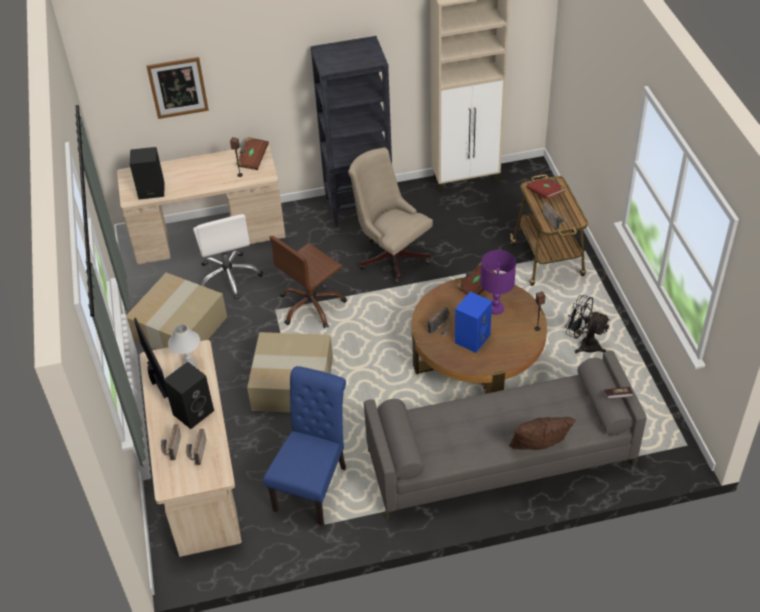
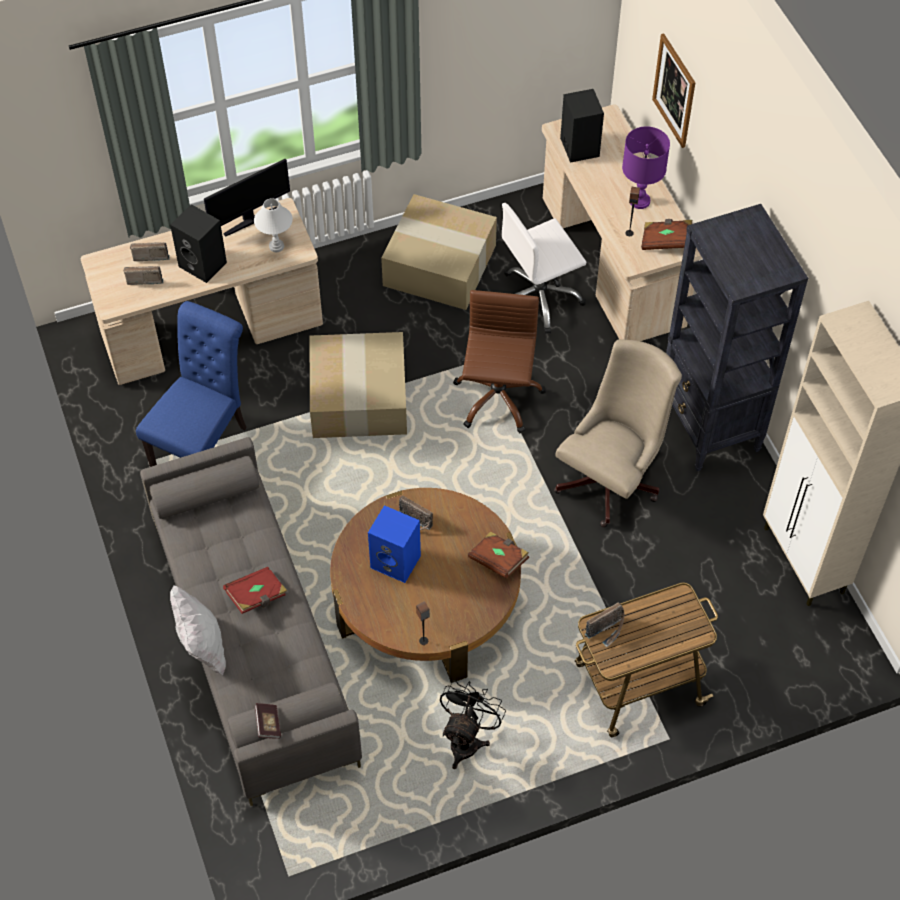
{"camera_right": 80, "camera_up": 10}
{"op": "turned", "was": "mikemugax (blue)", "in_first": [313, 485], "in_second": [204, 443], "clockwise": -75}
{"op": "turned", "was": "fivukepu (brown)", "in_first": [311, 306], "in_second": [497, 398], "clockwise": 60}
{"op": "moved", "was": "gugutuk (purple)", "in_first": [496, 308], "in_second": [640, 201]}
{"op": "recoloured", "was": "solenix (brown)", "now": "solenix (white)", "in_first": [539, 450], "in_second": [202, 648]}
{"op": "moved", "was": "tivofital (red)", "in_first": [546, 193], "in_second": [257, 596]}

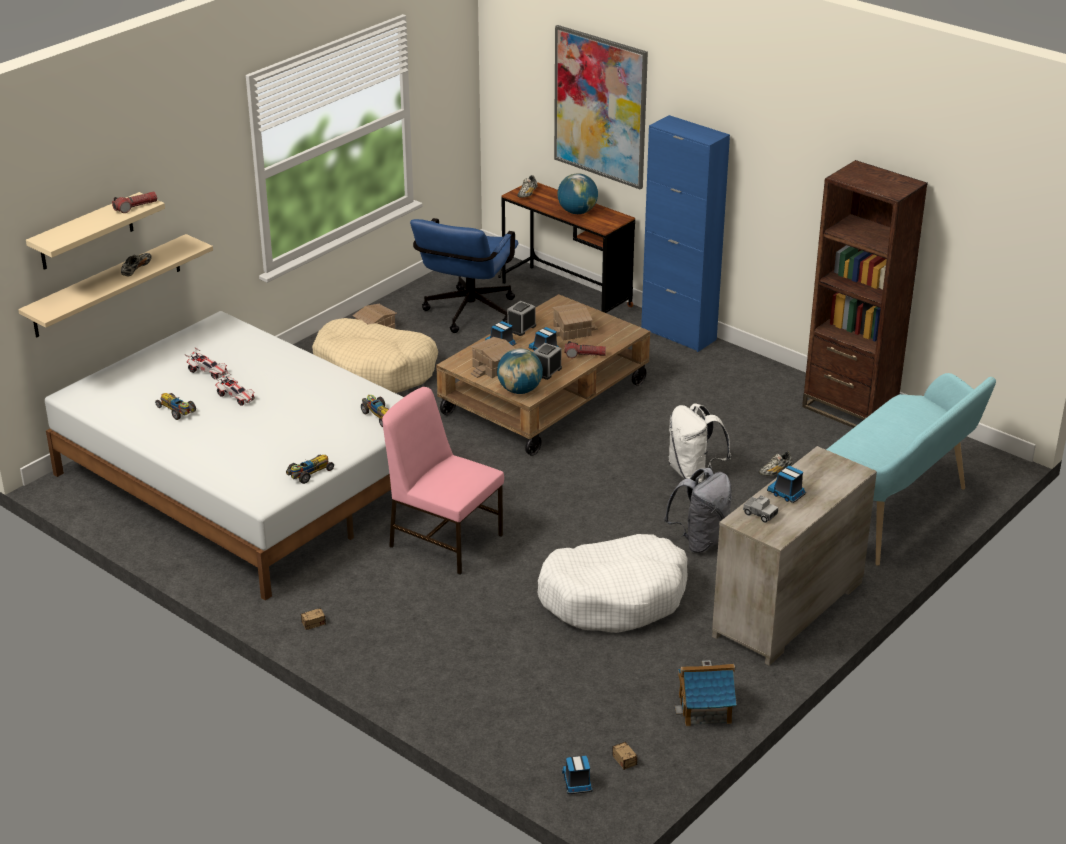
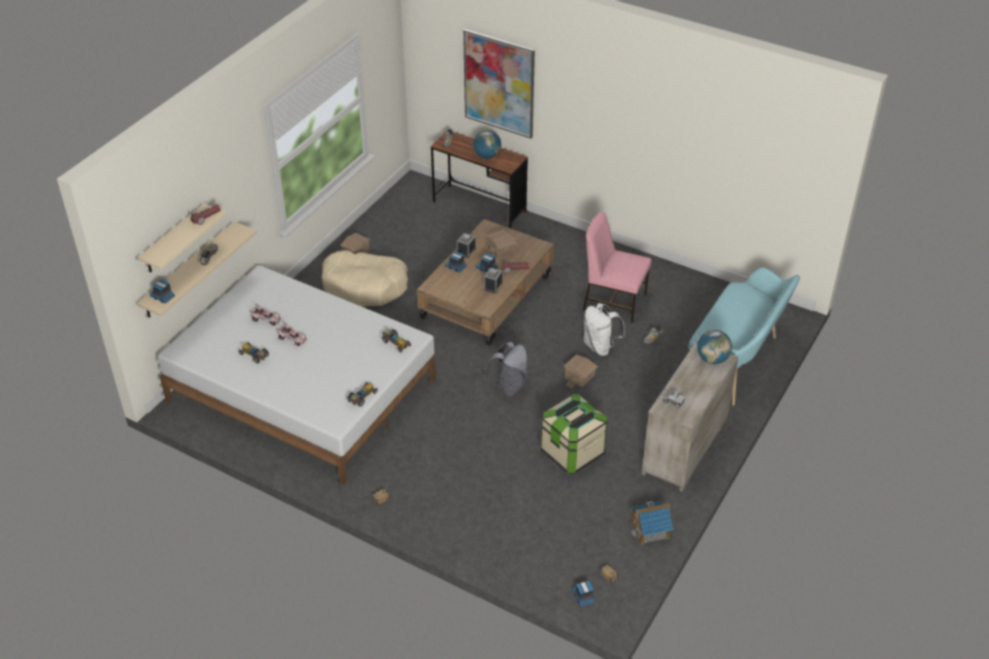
{"camera_right": -10, "camera_up": 10}
{"op": "moved", "was": "mikemugax (pink)", "in_first": [445, 539], "in_second": [613, 301]}
{"op": "removed", "was": "fivukepu (blue)", "in_first": [467, 315]}
{"op": "moved", "was": "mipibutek", "in_first": [493, 366], "in_second": [579, 376]}
{"op": "moved", "was": "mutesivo", "in_first": [520, 390], "in_second": [712, 359]}
{"op": "replaced", "was": "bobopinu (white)", "now": "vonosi", "in_first": [614, 597], "in_second": [572, 452]}
{"op": "removed", "was": "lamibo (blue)", "in_first": [678, 334]}
{"op": "moved", "was": "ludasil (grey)", "in_first": [700, 540], "in_second": [509, 386]}
{"op": "moved", "was": "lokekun", "in_first": [786, 494], "in_second": [163, 297]}
{"op": "removed", "was": "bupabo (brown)", "in_first": [849, 409]}

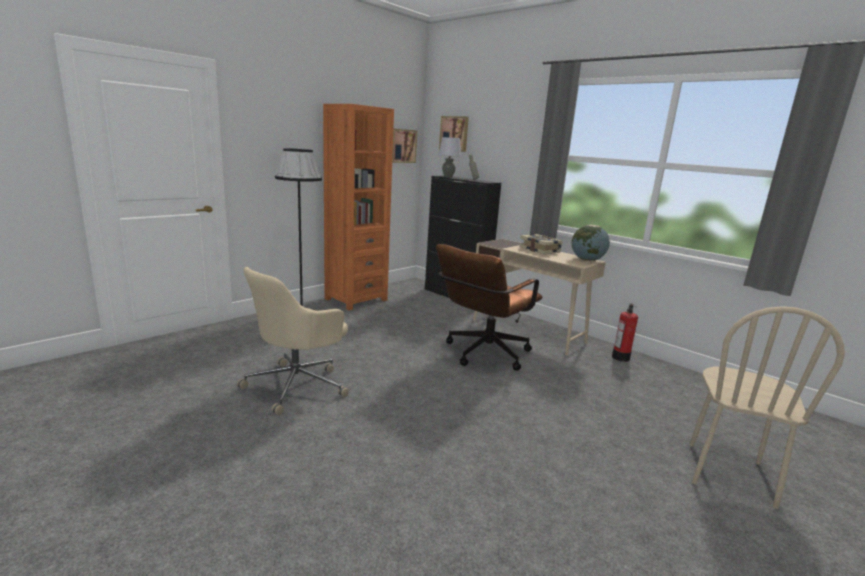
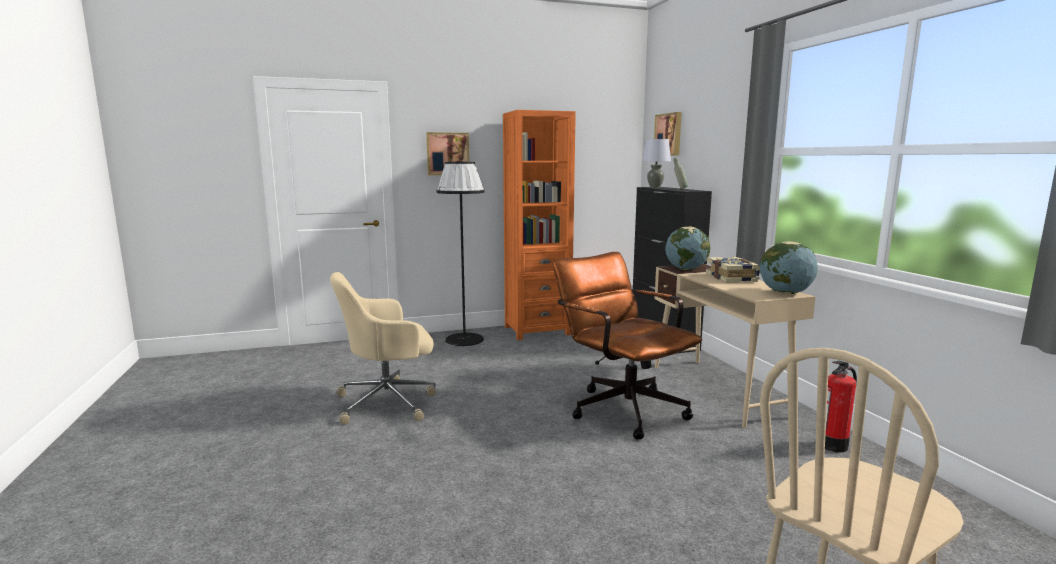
{"camera_right": 30, "camera_up": -5}
{"op": "moved", "was": "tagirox", "in_first": [402, 146], "in_second": [447, 154]}
{"op": "turned", "was": "fivukepu (brown)", "in_first": [482, 354], "in_second": [621, 407], "clockwise": 75}
{"op": "added", "now": "mutesivo", "in_second": [686, 269]}

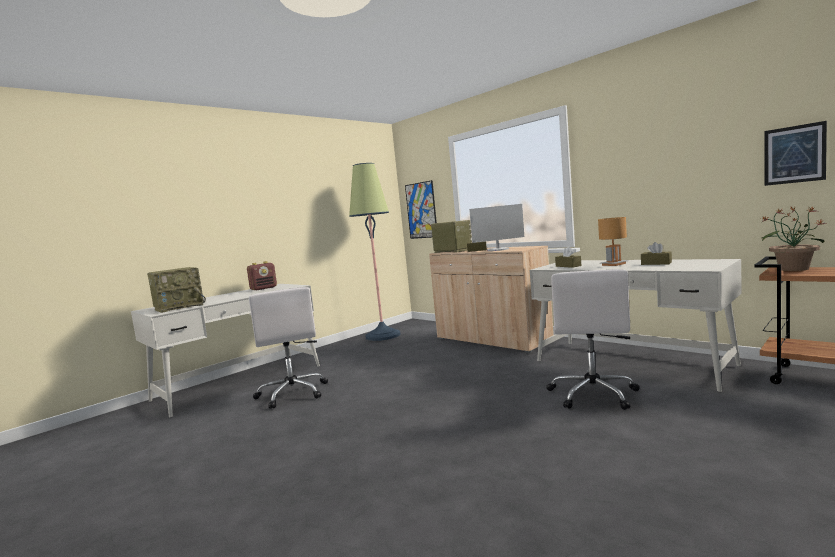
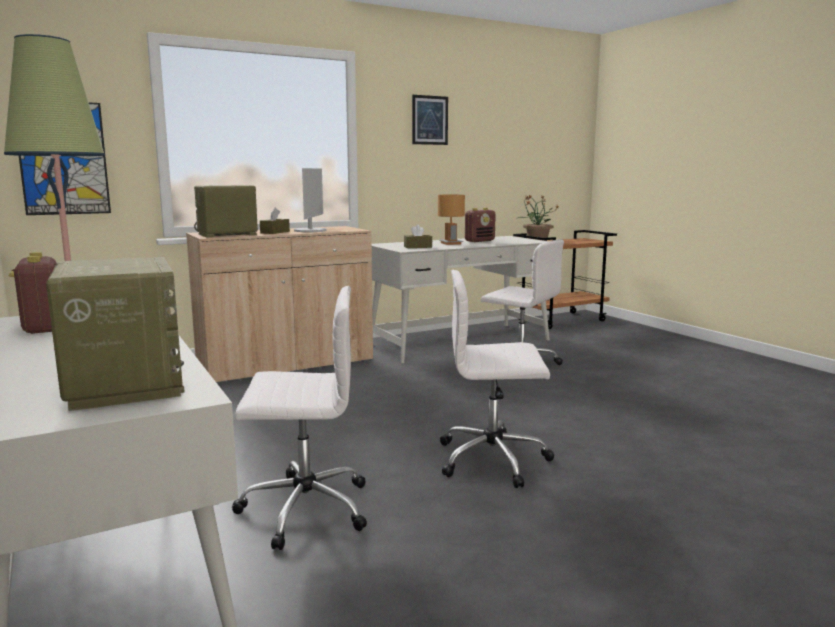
{"camera_right": -75, "camera_up": 5}
{"op": "replaced", "was": "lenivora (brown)", "now": "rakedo", "in_first": [656, 263], "in_second": [480, 241]}
{"op": "moved", "was": "tagirox", "in_first": [794, 154], "in_second": [430, 120]}
{"op": "added", "now": "fivukepu (white)", "in_second": [494, 459]}

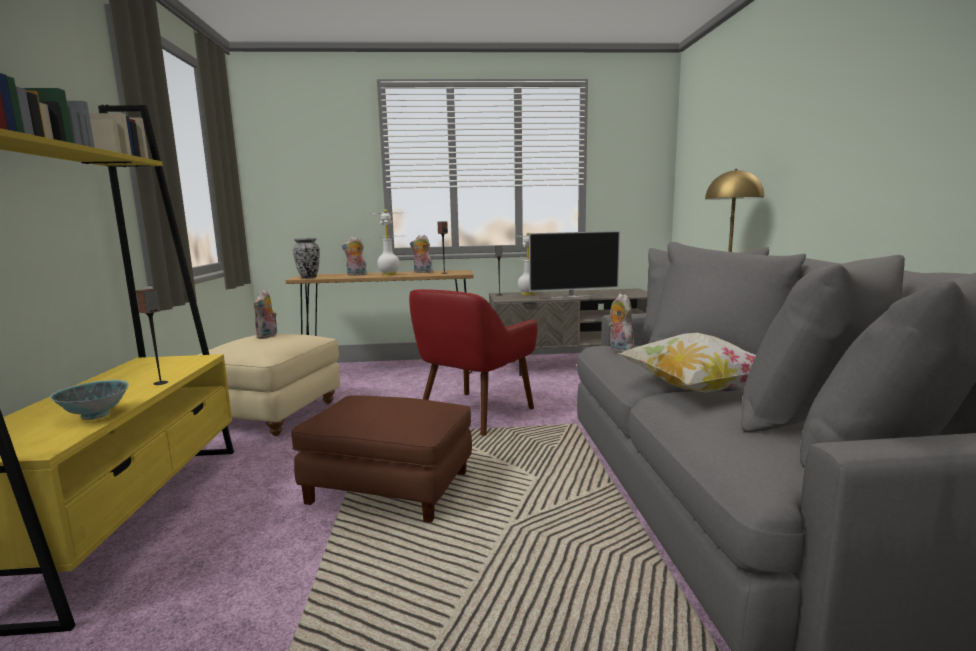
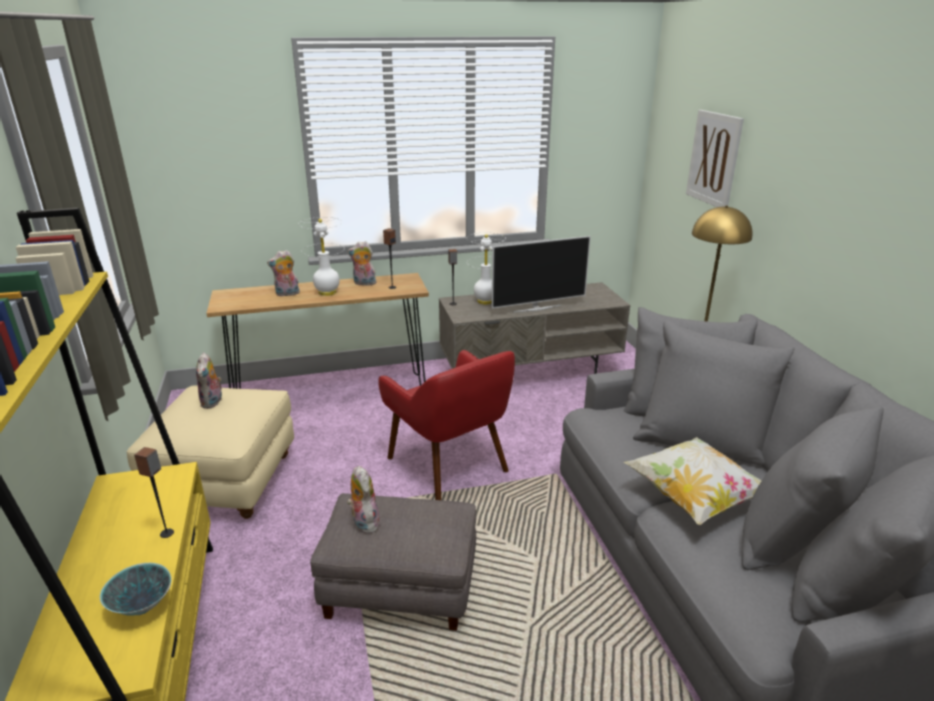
{"camera_right": -10, "camera_up": 15}
{"op": "recoloured", "was": "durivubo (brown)", "now": "durivubo (grey)", "in_first": [388, 488], "in_second": [399, 587]}
{"op": "removed", "was": "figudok", "in_first": [309, 277]}
{"op": "turned", "was": "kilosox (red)", "in_first": [474, 414], "in_second": [449, 465], "clockwise": -60}
{"op": "moved", "was": "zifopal", "in_first": [619, 350], "in_second": [364, 522]}
{"op": "added", "now": "tagirox", "in_second": [714, 159]}

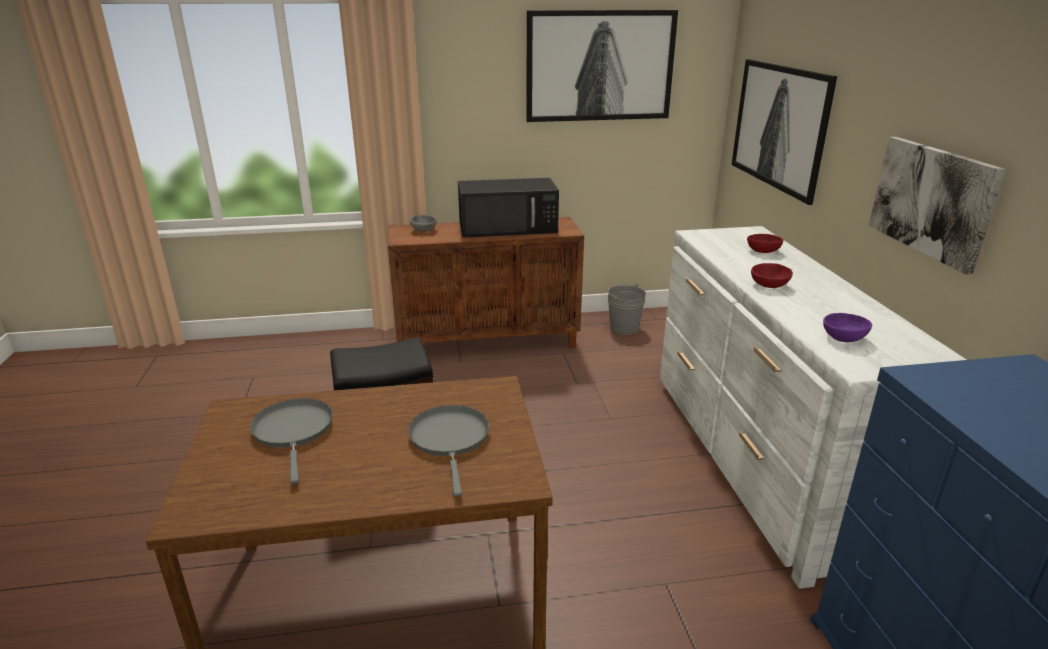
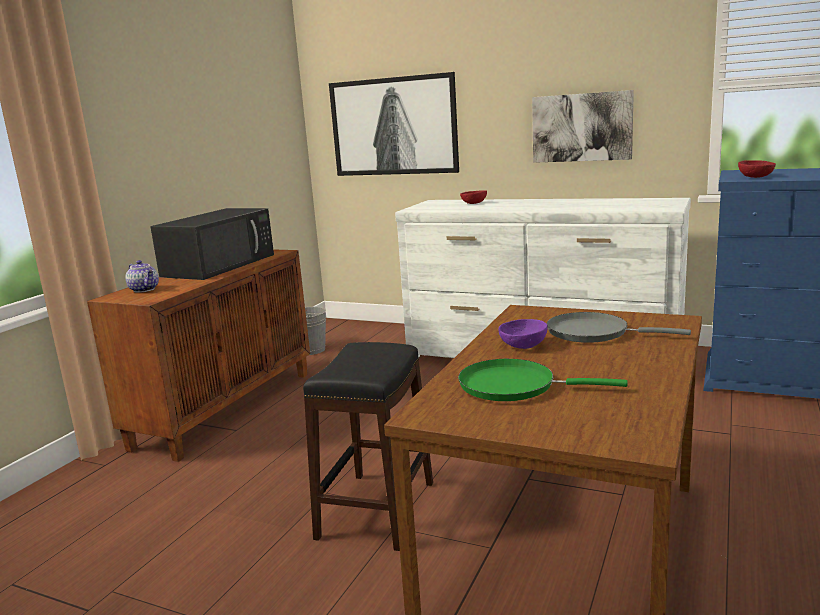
{"camera_right": -55, "camera_up": -10}
{"op": "recoloured", "was": "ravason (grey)", "now": "ravason (green)", "in_first": [293, 431], "in_second": [514, 386]}
{"op": "replaced", "was": "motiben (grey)", "now": "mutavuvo", "in_first": [424, 230], "in_second": [145, 289]}
{"op": "removed", "was": "tagirox", "in_first": [600, 66]}
{"op": "moved", "was": "motiben (red)", "in_first": [769, 285], "in_second": [756, 177]}
{"op": "moved", "was": "motiben (purple)", "in_first": [842, 338], "in_second": [522, 346]}

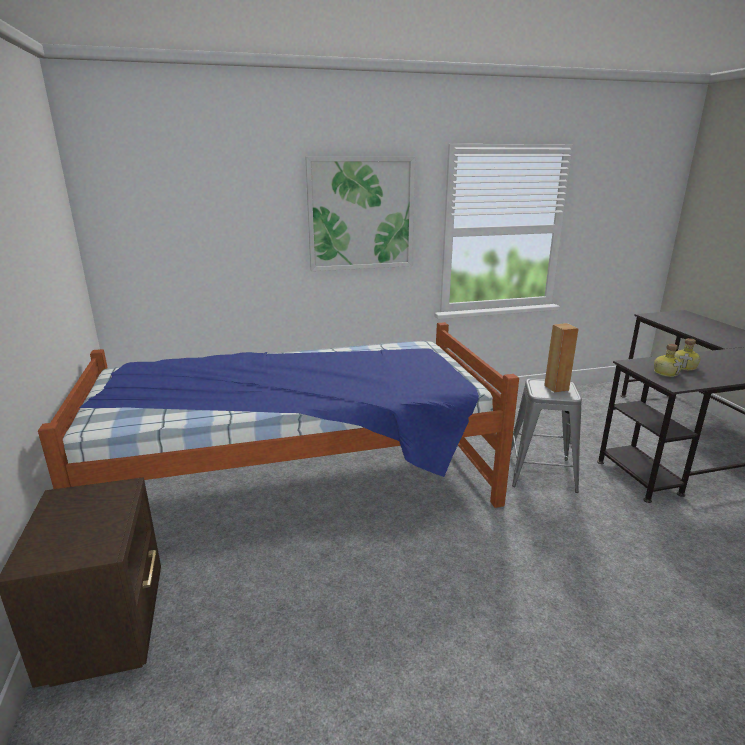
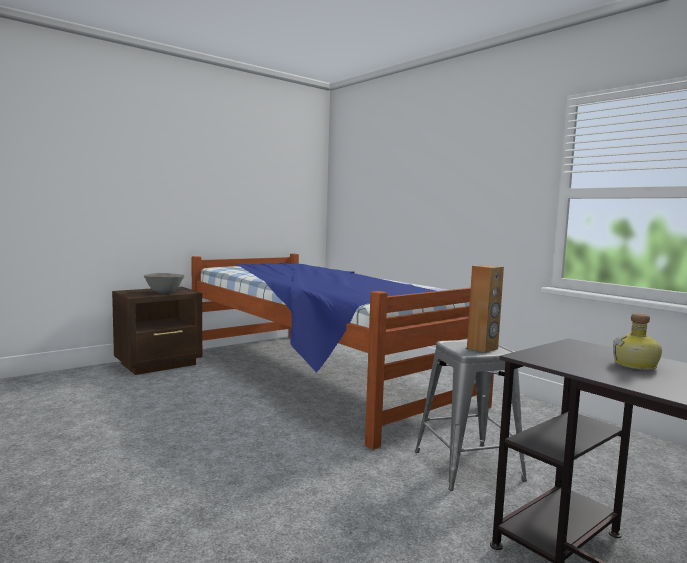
{"camera_right": 65, "camera_up": -15}
{"op": "removed", "was": "tagirox", "in_first": [361, 214]}
{"op": "removed", "was": "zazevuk", "in_first": [666, 372]}
{"op": "added", "now": "motiben (grey)", "in_second": [164, 293]}

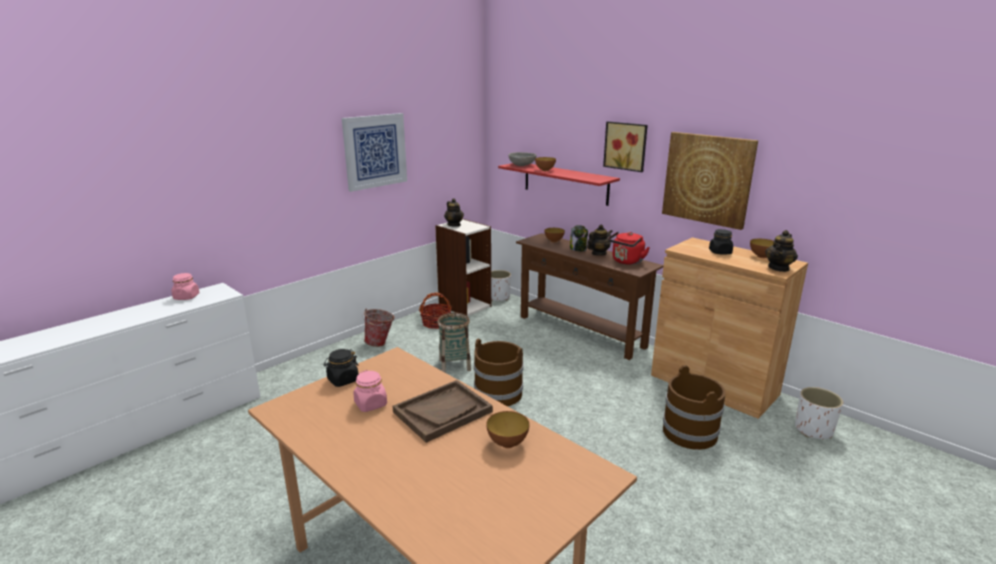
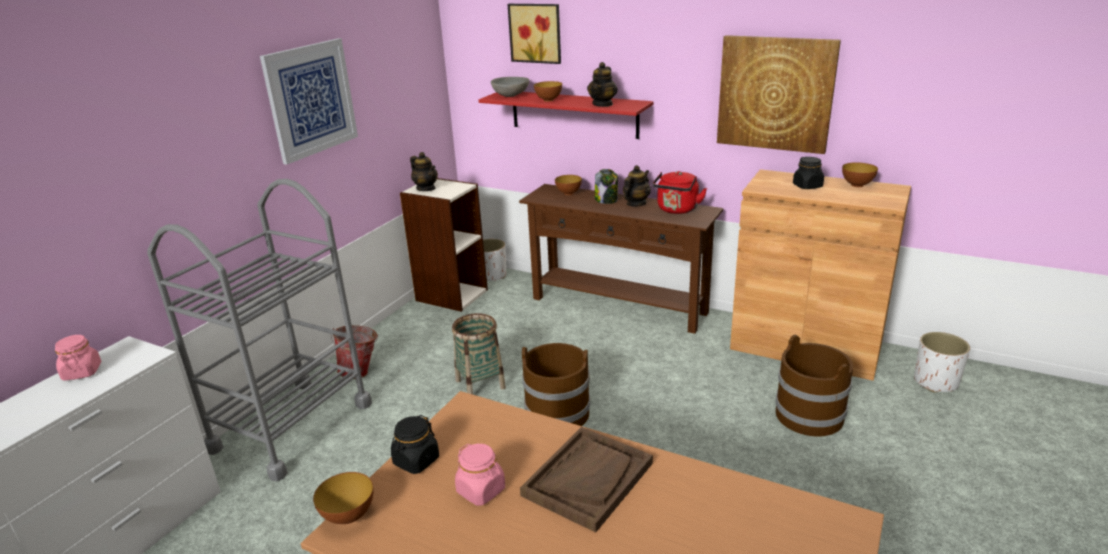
{"camera_right": -15, "camera_up": 5}
{"op": "removed", "was": "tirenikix", "in_first": [436, 323]}
{"op": "moved", "was": "motiben", "in_first": [507, 443], "in_second": [348, 516]}
{"op": "moved", "was": "tagirox", "in_first": [626, 146], "in_second": [536, 33]}
{"op": "moved", "was": "mutavuvo", "in_first": [779, 268], "in_second": [603, 104]}
{"op": "added", "now": "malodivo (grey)", "in_second": [291, 426]}

